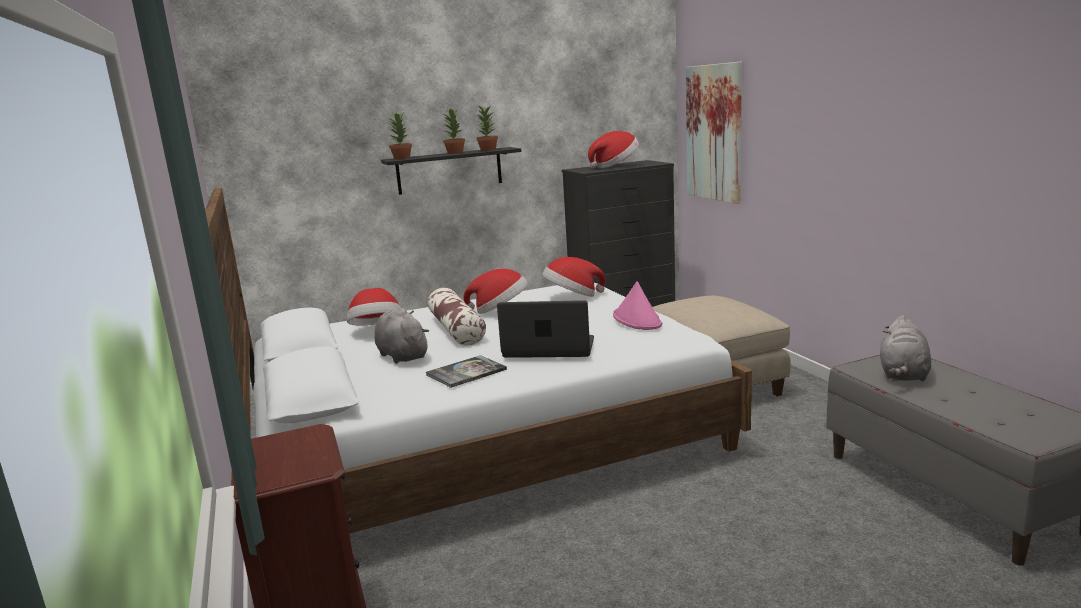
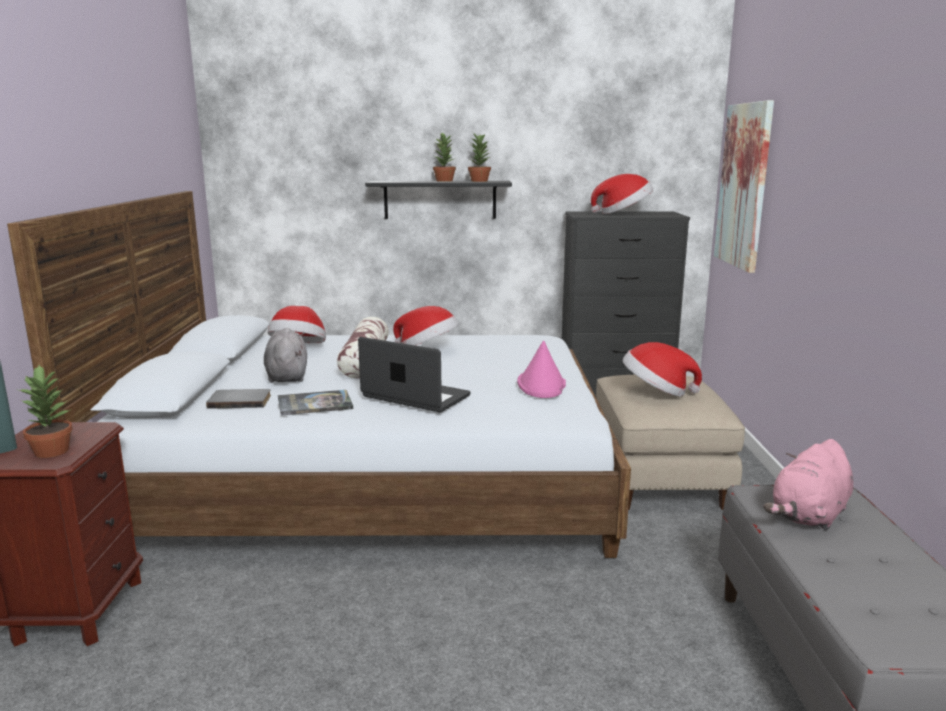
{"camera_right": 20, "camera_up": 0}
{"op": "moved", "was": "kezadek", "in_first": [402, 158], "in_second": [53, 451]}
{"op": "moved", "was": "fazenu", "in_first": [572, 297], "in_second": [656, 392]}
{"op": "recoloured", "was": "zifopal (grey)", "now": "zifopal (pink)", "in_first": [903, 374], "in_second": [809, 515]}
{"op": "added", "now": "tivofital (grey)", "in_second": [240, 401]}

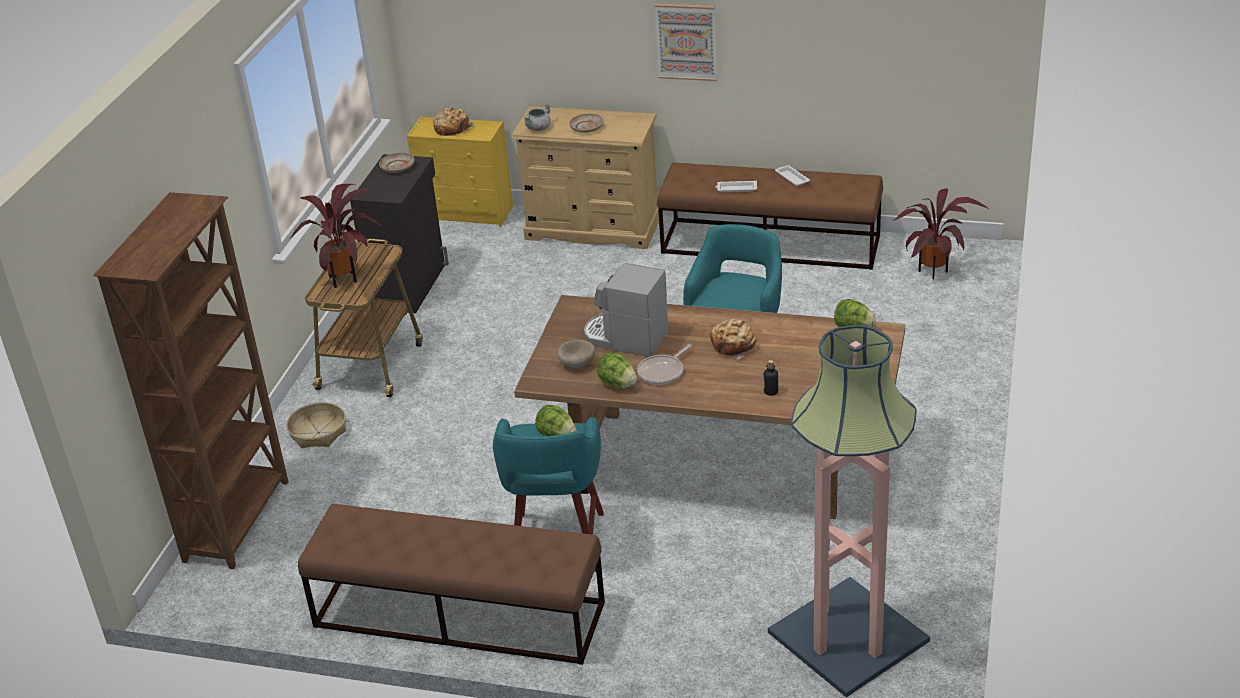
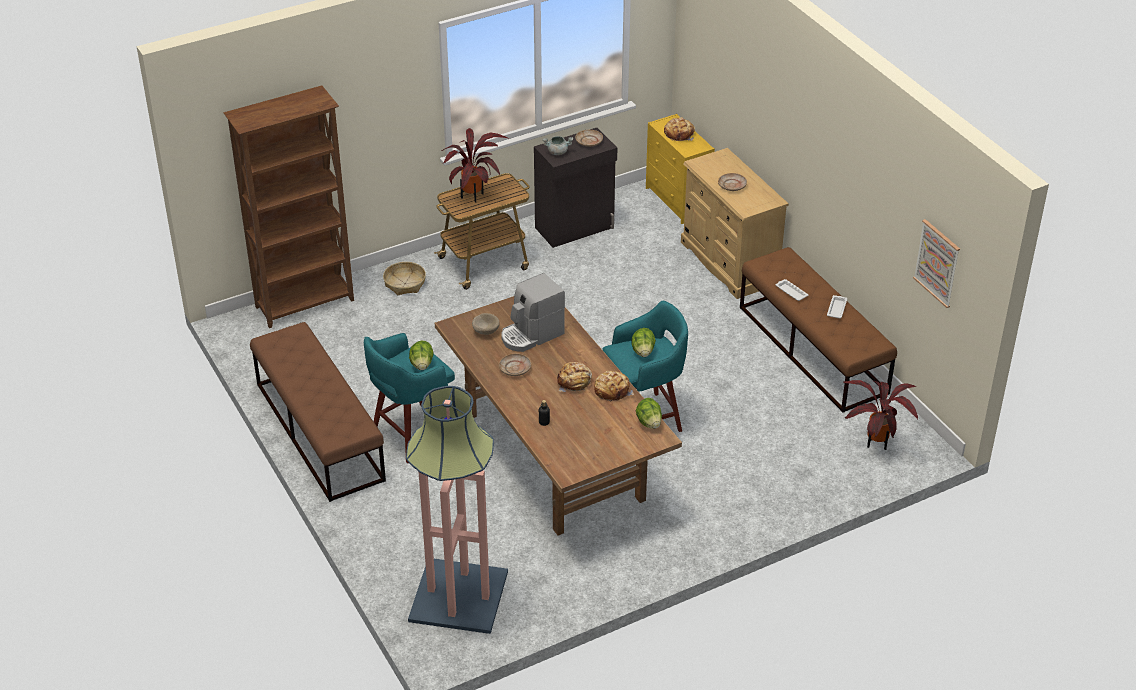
{"camera_right": 45, "camera_up": 5}
{"op": "moved", "was": "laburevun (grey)", "in_first": [538, 128], "in_second": [557, 152]}
{"op": "turned", "was": "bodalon", "in_first": [625, 338], "in_second": [531, 335], "clockwise": -105}
{"op": "moved", "was": "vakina", "in_first": [617, 384], "in_second": [643, 351]}
{"op": "replaced", "was": "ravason", "now": "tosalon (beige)", "in_first": [663, 372], "in_second": [515, 368]}
{"op": "moved", "was": "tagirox", "in_first": [686, 41], "in_second": [937, 263]}
{"op": "added", "now": "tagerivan", "in_second": [612, 390]}

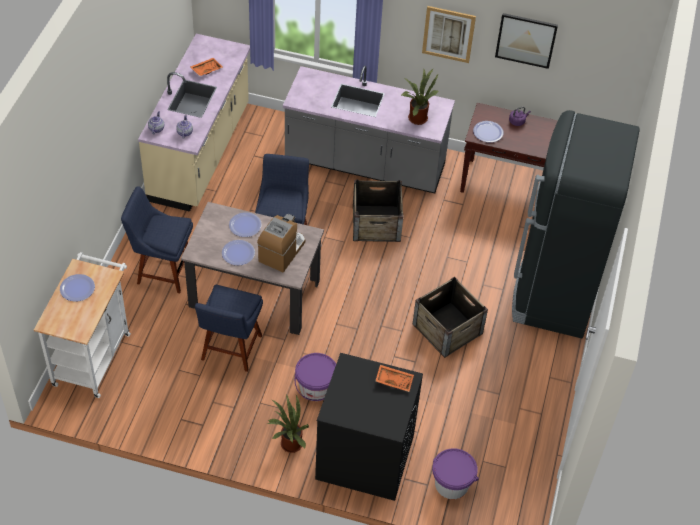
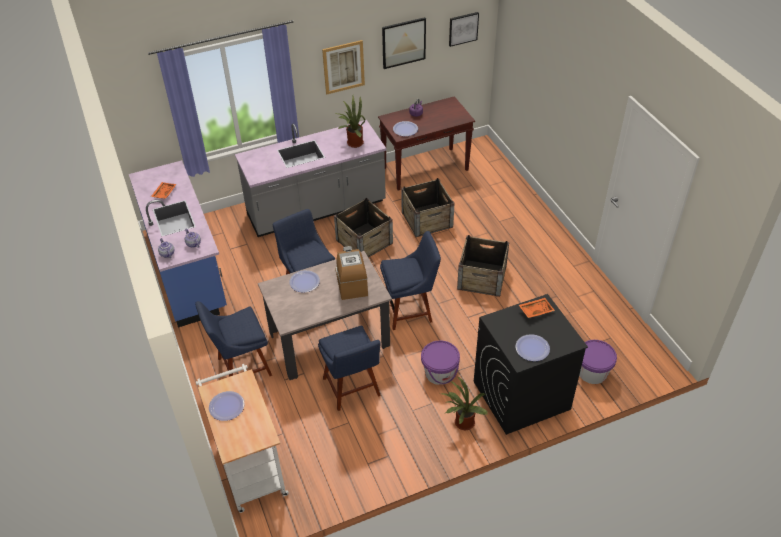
{"camera_right": -35, "camera_up": -5}
{"op": "recoloured", "was": "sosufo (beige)", "now": "sosufo (blue)", "in_first": [201, 153], "in_second": [187, 270]}
{"op": "moved", "was": "tosalon", "in_first": [238, 253], "in_second": [532, 348]}
{"op": "removed", "was": "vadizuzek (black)", "in_first": [553, 294]}
{"op": "added", "now": "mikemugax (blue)", "in_second": [410, 310]}
{"op": "added", "now": "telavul", "in_second": [427, 219]}
{"op": "added", "now": "tagirox", "in_second": [463, 28]}

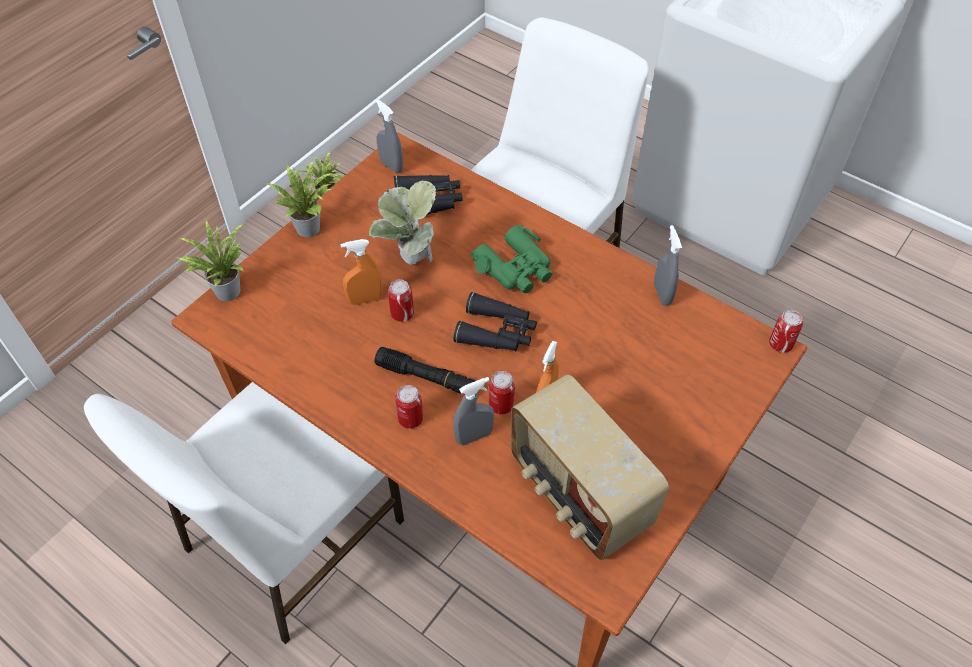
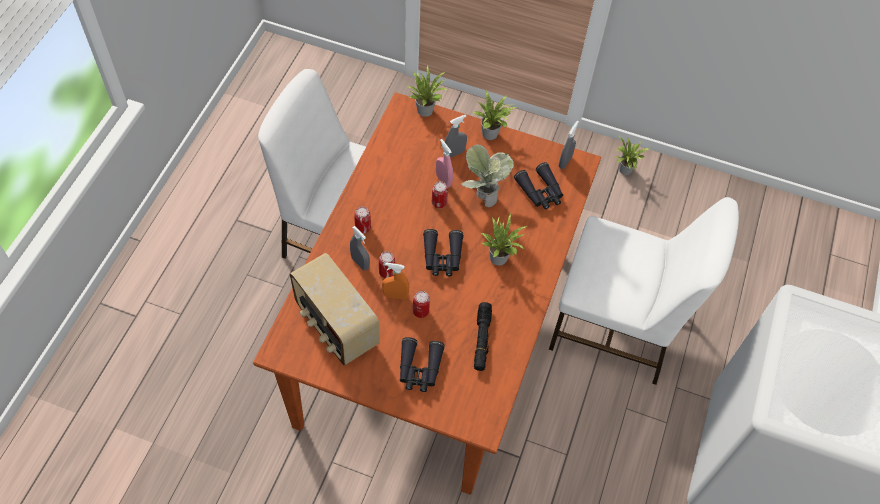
{"camera_right": 70, "camera_up": 5}
{"op": "recoloured", "was": "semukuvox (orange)", "now": "semukuvox (pink)", "in_first": [365, 299], "in_second": [443, 180]}
{"op": "moved", "was": "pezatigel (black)", "in_first": [426, 378], "in_second": [481, 339]}
{"op": "replaced", "was": "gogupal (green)", "now": "kezadek", "in_first": [516, 268], "in_second": [499, 256]}
{"op": "turned", "was": "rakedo", "in_first": [578, 494], "in_second": [335, 326], "clockwise": -75}
{"op": "moved", "was": "semukuvox (grey)", "in_first": [662, 294], "in_second": [454, 153]}
{"op": "moved", "was": "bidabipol", "in_first": [780, 344], "in_second": [420, 311]}
{"op": "added", "now": "gogupal (black)", "in_second": [419, 369]}

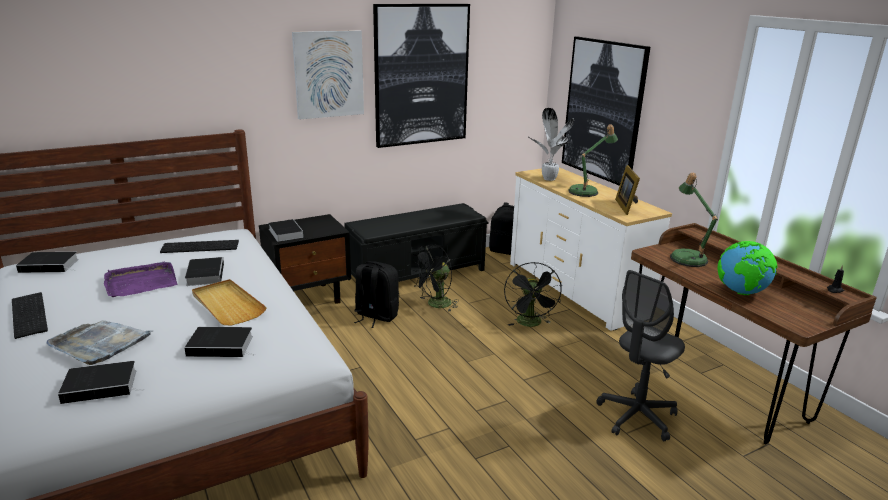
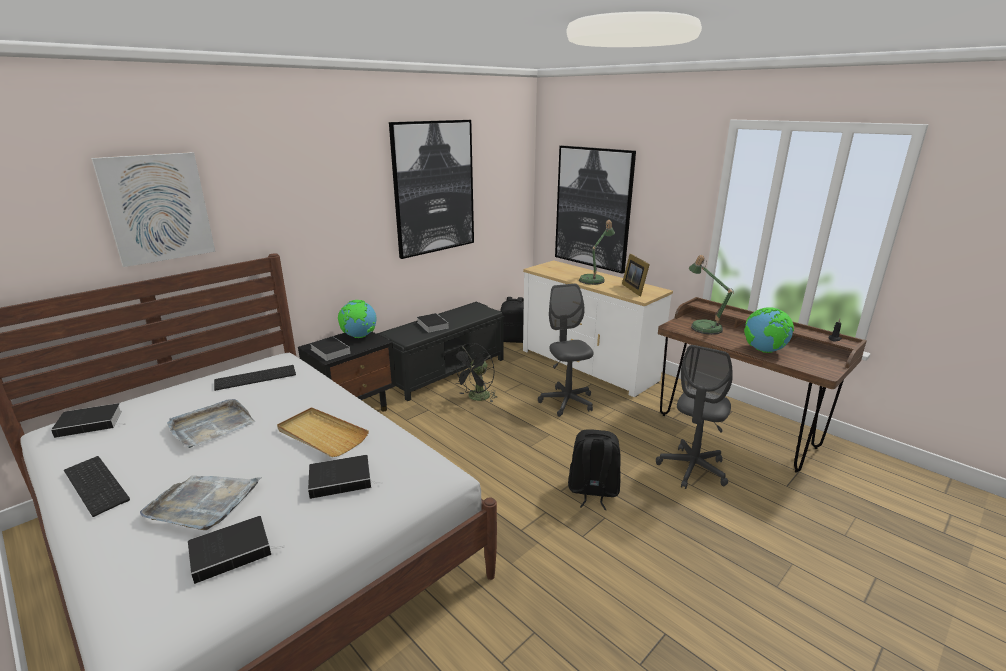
{"camera_right": -15, "camera_up": 0}
{"op": "recoloured", "was": "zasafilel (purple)", "now": "zasafilel (grey)", "in_first": [140, 282], "in_second": [211, 426]}
{"op": "moved", "was": "tivofital", "in_first": [205, 274], "in_second": [431, 324]}
{"op": "moved", "was": "tagirox", "in_first": [328, 74], "in_second": [157, 208]}
{"op": "moved", "was": "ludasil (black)", "in_first": [375, 316], "in_second": [592, 491]}
{"op": "replaced", "was": "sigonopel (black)", "now": "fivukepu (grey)", "in_first": [530, 324], "in_second": [566, 402]}
{"op": "removed", "was": "kezadek", "in_first": [548, 179]}
{"op": "added", "now": "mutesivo", "in_second": [359, 336]}

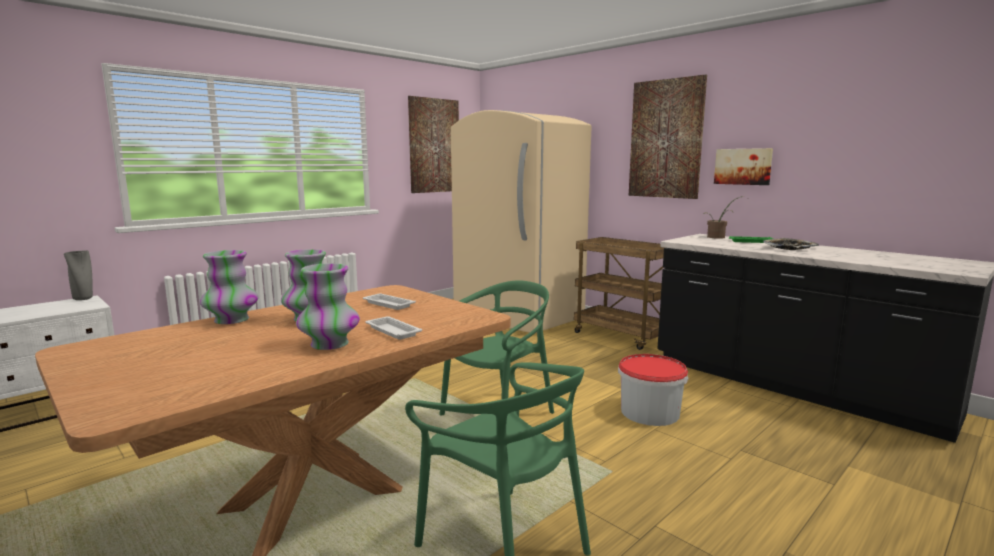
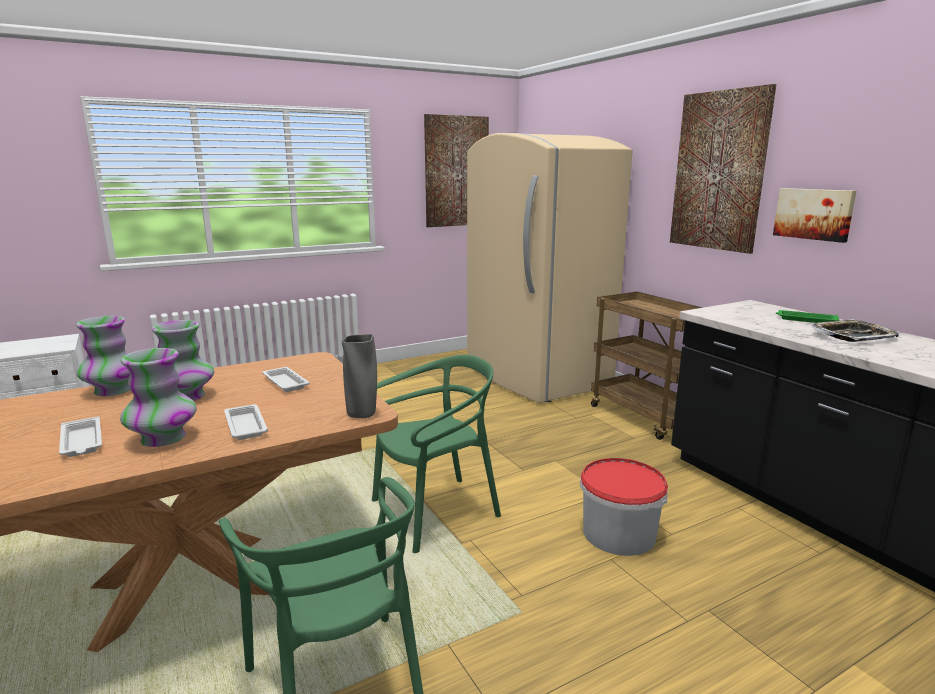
{"camera_right": 15, "camera_up": 5}
{"op": "moved", "was": "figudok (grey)", "in_first": [83, 299], "in_second": [362, 415]}
{"op": "removed", "was": "kezadek", "in_first": [719, 237]}
{"op": "added", "now": "zasafilel (white)", "in_second": [82, 442]}

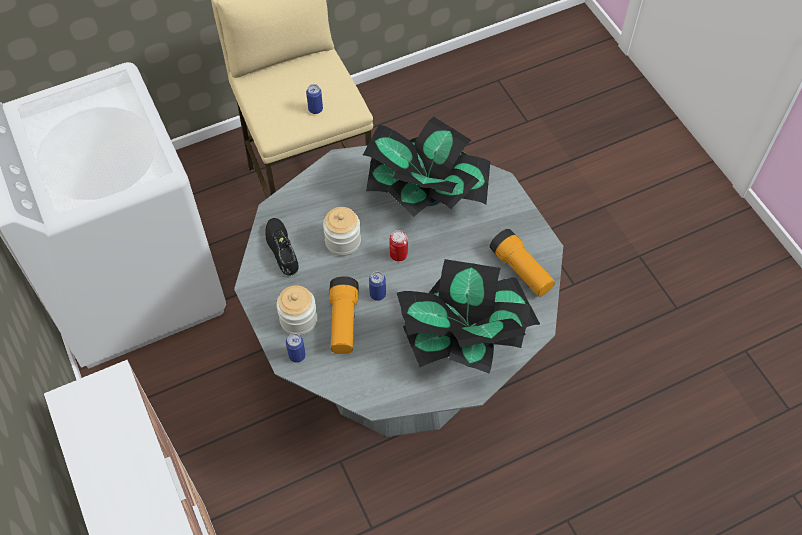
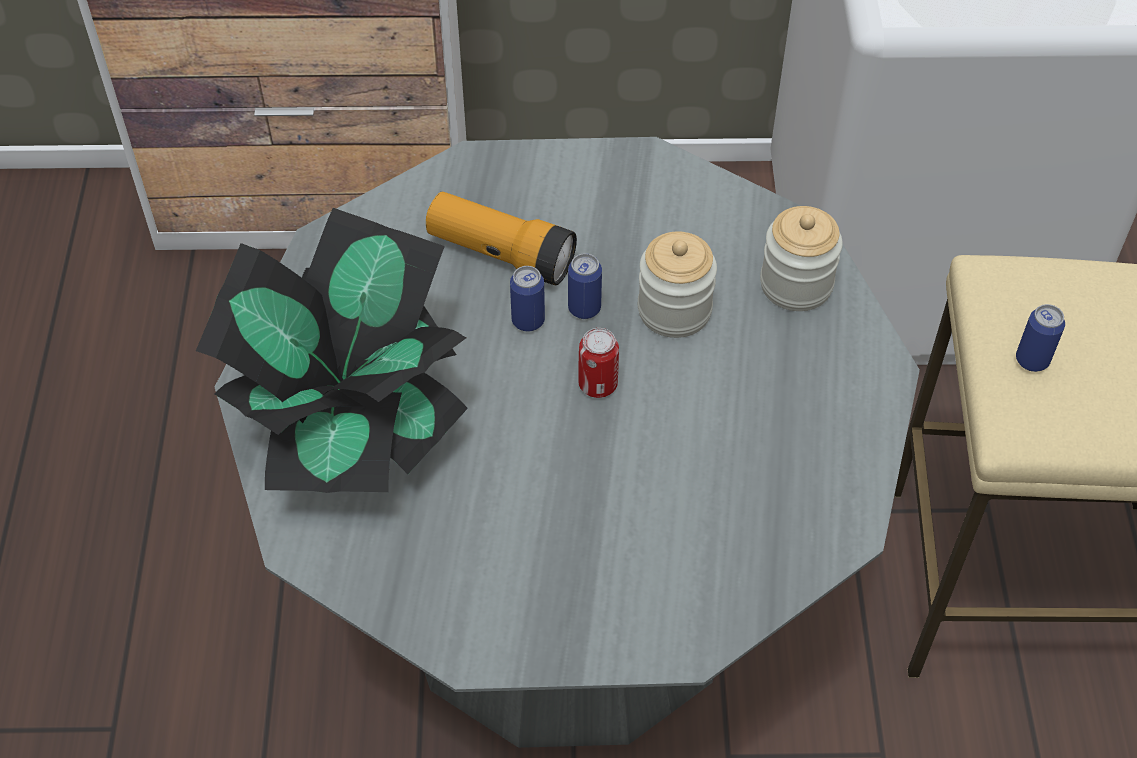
{"camera_right": 115, "camera_up": -5}
{"op": "removed", "was": "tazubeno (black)", "in_first": [283, 250]}
{"op": "moved", "was": "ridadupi", "in_first": [298, 320], "in_second": [796, 284]}
{"op": "moved", "was": "bidabipol", "in_first": [297, 355], "in_second": [584, 308]}
{"op": "removed", "was": "kezadek", "in_first": [427, 196]}
{"op": "removed", "was": "pezatigel", "in_first": [521, 270]}

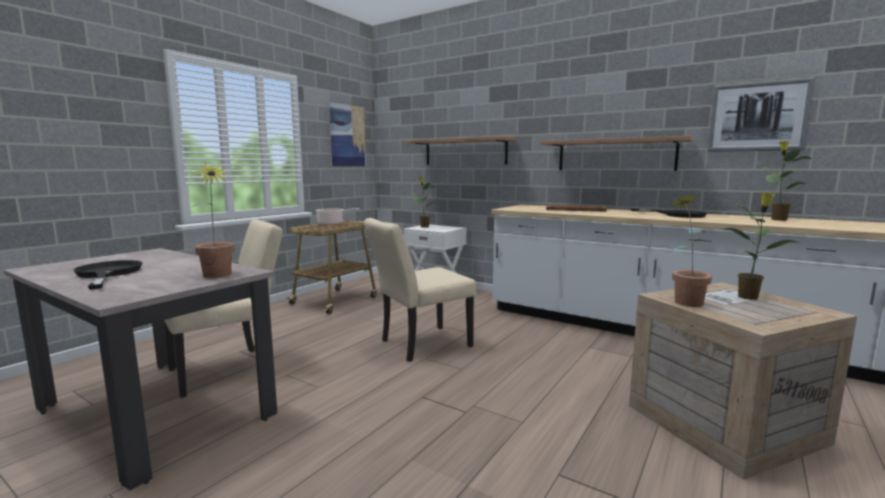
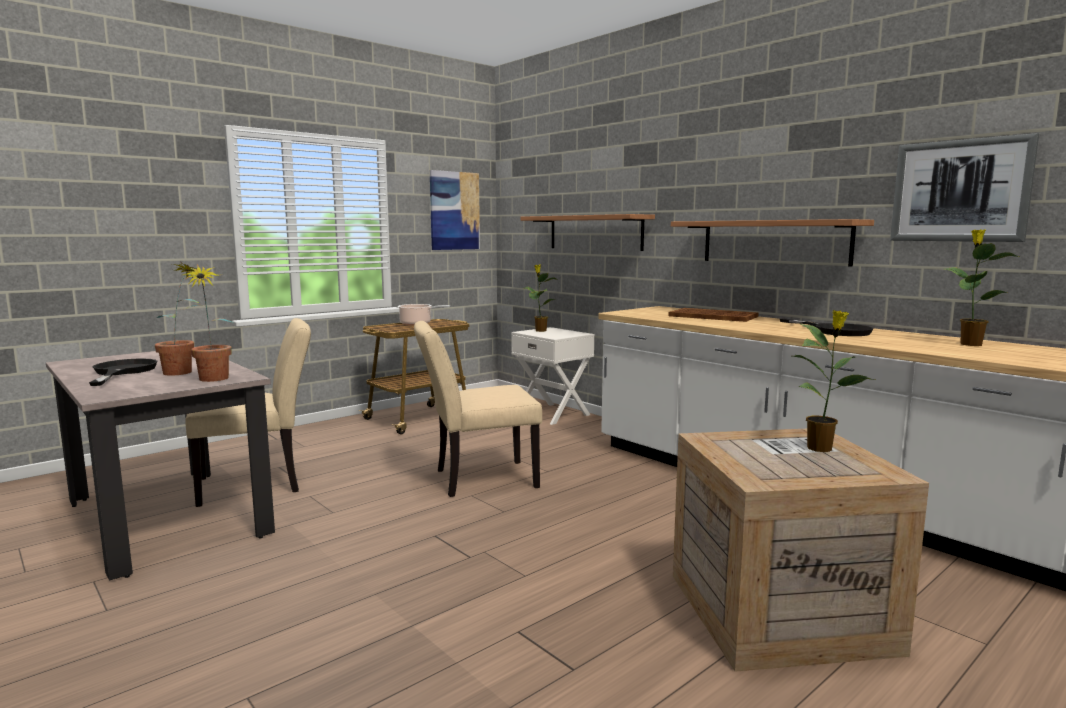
{"camera_right": 15, "camera_up": 0}
{"op": "moved", "was": "kezadek", "in_first": [684, 300], "in_second": [184, 371]}

